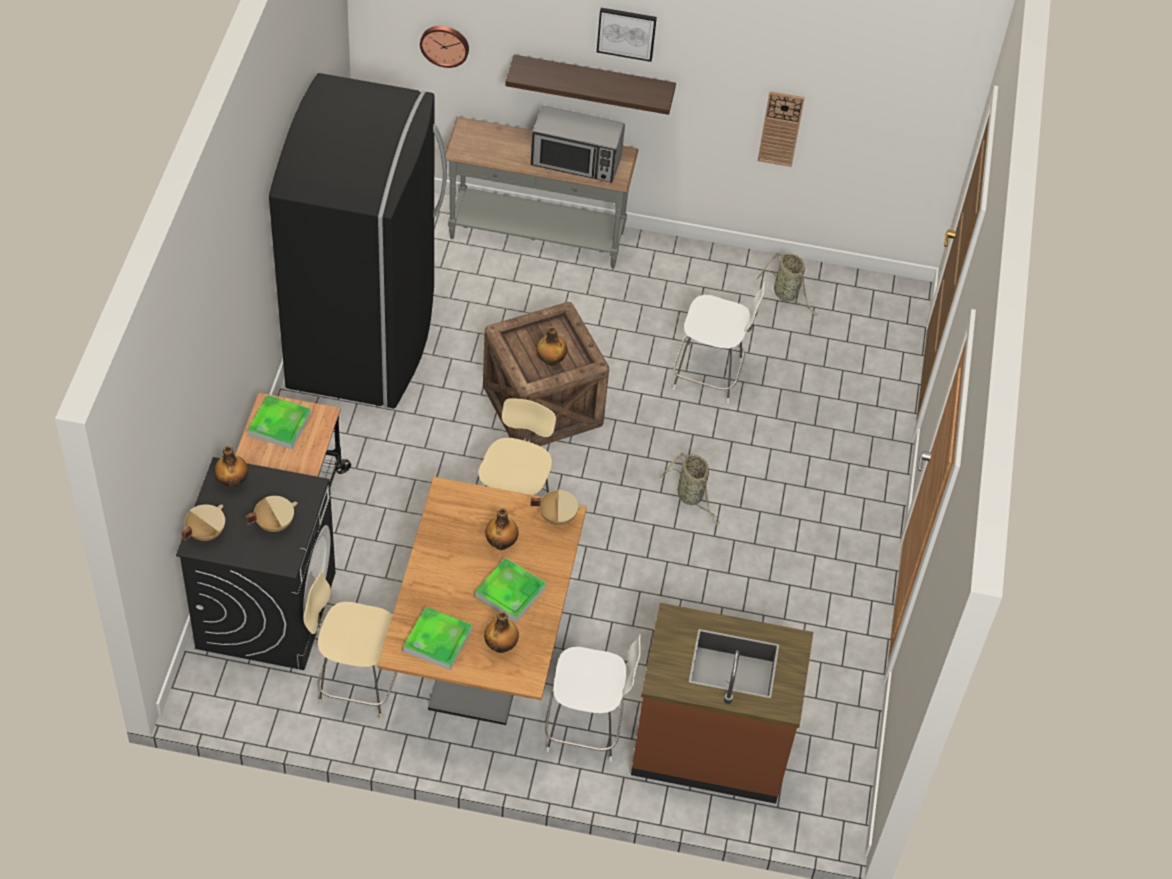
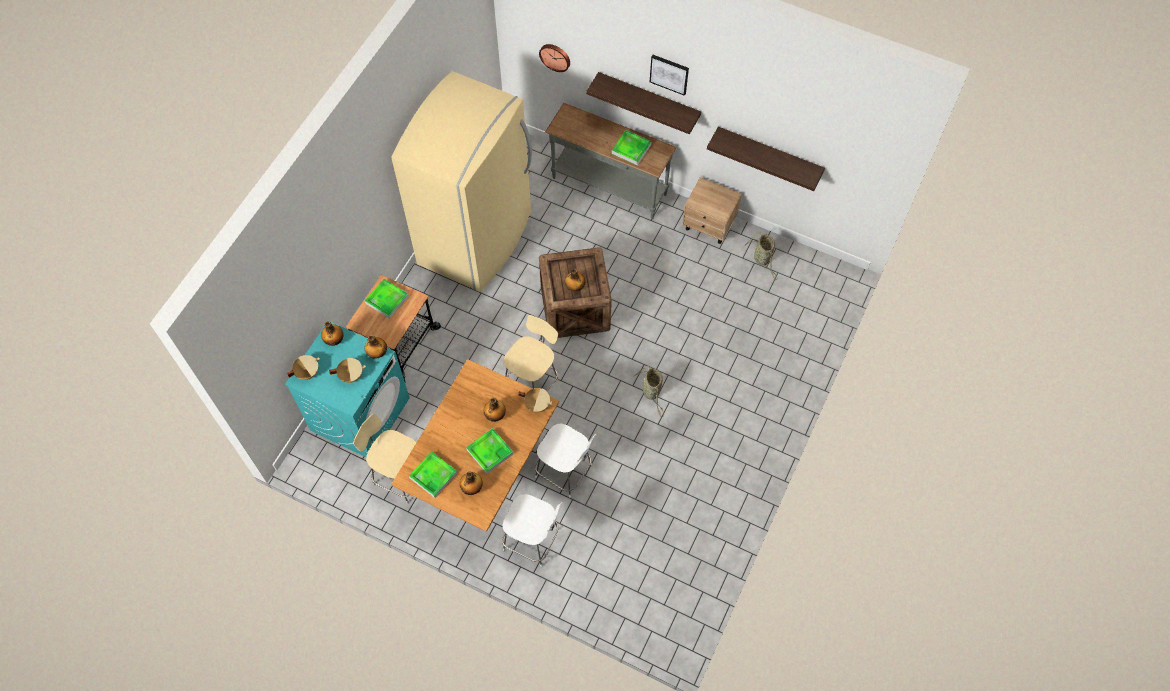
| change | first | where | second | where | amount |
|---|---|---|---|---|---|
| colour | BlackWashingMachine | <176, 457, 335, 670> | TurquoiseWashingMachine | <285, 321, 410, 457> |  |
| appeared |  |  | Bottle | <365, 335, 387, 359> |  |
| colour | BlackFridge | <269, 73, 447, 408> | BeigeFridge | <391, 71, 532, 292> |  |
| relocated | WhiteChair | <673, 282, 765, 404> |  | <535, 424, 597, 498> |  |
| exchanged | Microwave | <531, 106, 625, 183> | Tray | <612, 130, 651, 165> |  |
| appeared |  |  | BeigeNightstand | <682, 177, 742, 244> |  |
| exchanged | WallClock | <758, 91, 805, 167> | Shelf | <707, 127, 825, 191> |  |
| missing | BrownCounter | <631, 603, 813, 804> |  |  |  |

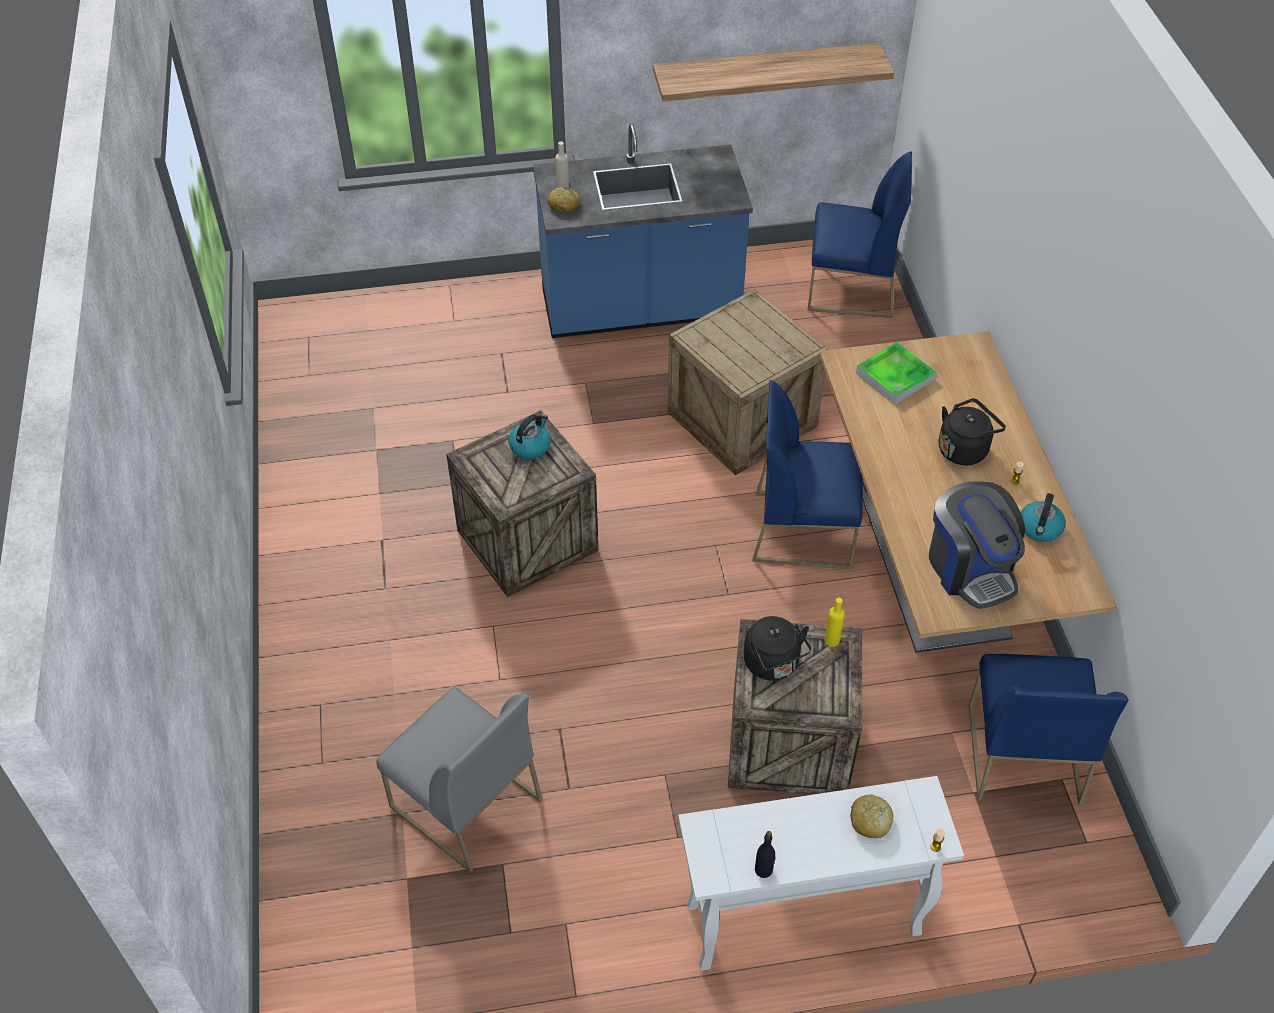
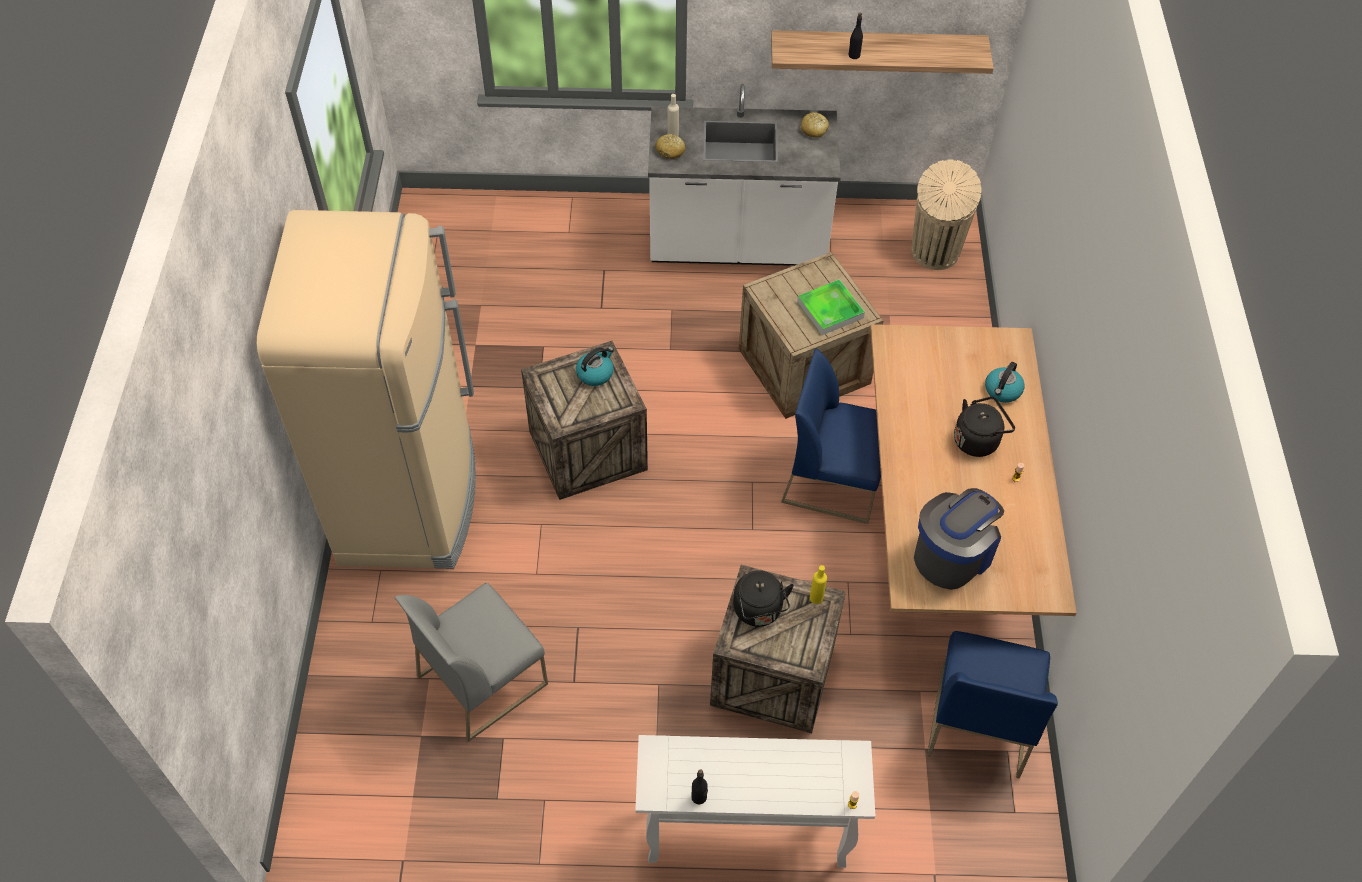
| change | first | where | second | where | amount |
|---|---|---|---|---|---|
| appeared |  |  | BeigeFridge | <257, 210, 476, 569> |  |
| spun | GreyChair | <376, 687, 543, 873> |  | <394, 583, 548, 742> | 90 degrees clockwise |
| colour | BlueCounter | <533, 124, 753, 338> | WhiteCounter | <648, 84, 841, 266> |  |
| relocated | Tray | <856, 342, 937, 405> |  | <797, 279, 865, 335> |  |
| relocated | Bread | <850, 794, 894, 838> |  | <801, 112, 829, 138> |  |
| appeared |  |  | BlackBottle | <848, 13, 863, 59> |  |
| exchanged | BlueChair | <808, 152, 912, 318> | BeigeTrashCan | <911, 159, 981, 270> |  |
| spun | CoffeeMachine | <929, 481, 1025, 609> |  | <914, 488, 1004, 590> | 120 degrees counterclockwise |
| relocated | Kettle | <1021, 493, 1066, 542> |  | <985, 362, 1025, 403> |  |

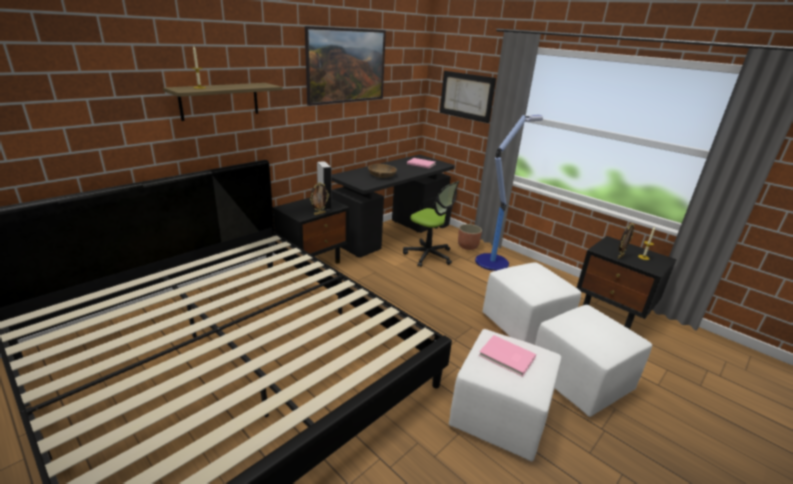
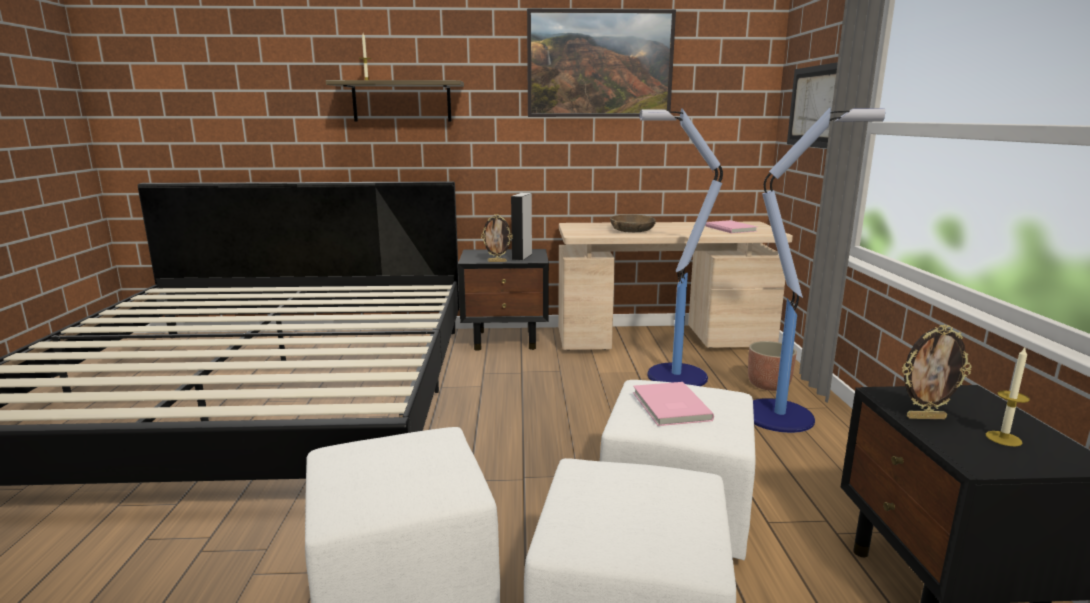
| change | first | where | second | where | amount |
|---|---|---|---|---|---|
| colour | BlackDesk | <331, 155, 455, 258> | BeigeDesk | <558, 222, 793, 350> |  |
| relocated | PinkBook | <478, 335, 536, 377> |  | <633, 382, 714, 426> |  |
| exchanged | OfficeChair | <403, 181, 460, 267> | FloorLamp | <640, 108, 723, 386> |  |

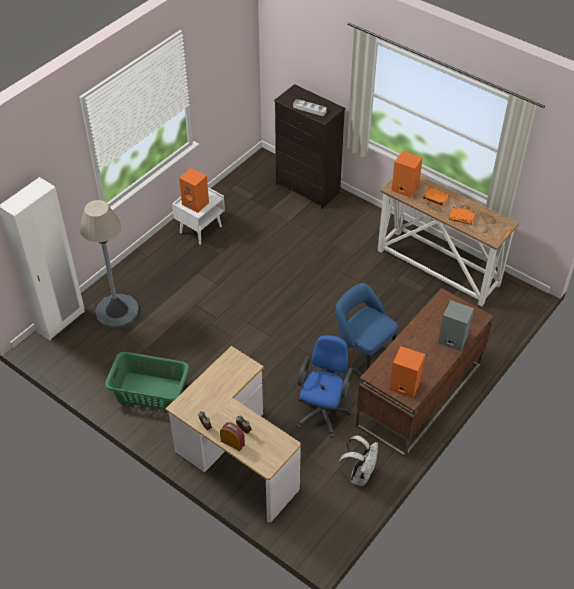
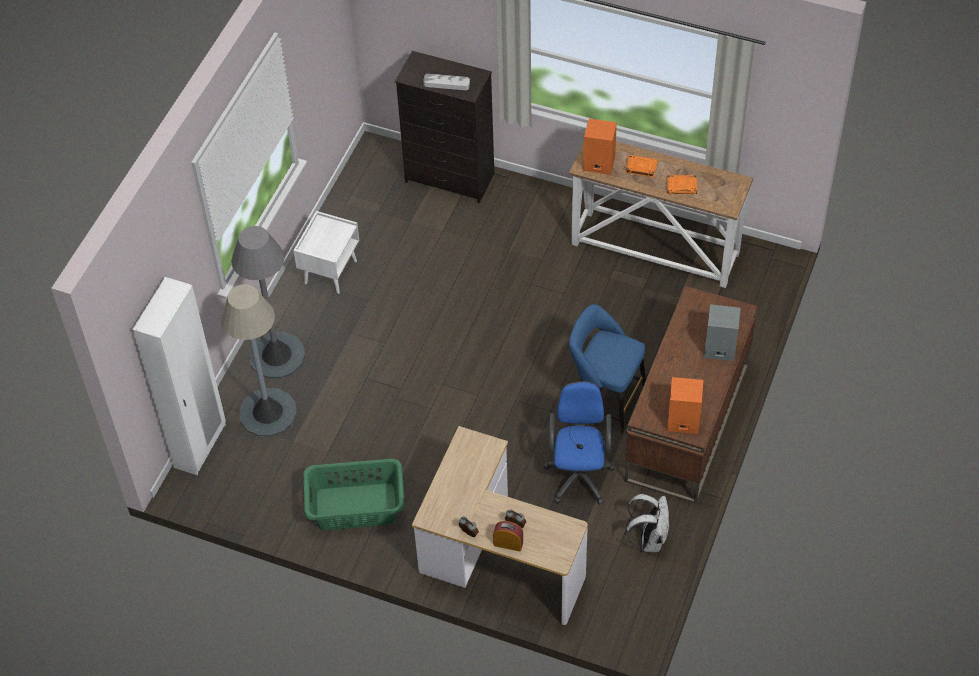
| change | first | where | second | where | amount |
|---|---|---|---|---|---|
| appeared |  |  | GreyFloorLamp | <231, 226, 305, 379> |  |
| missing | OrangeSpeaker | <179, 168, 209, 213> |  |  |  |

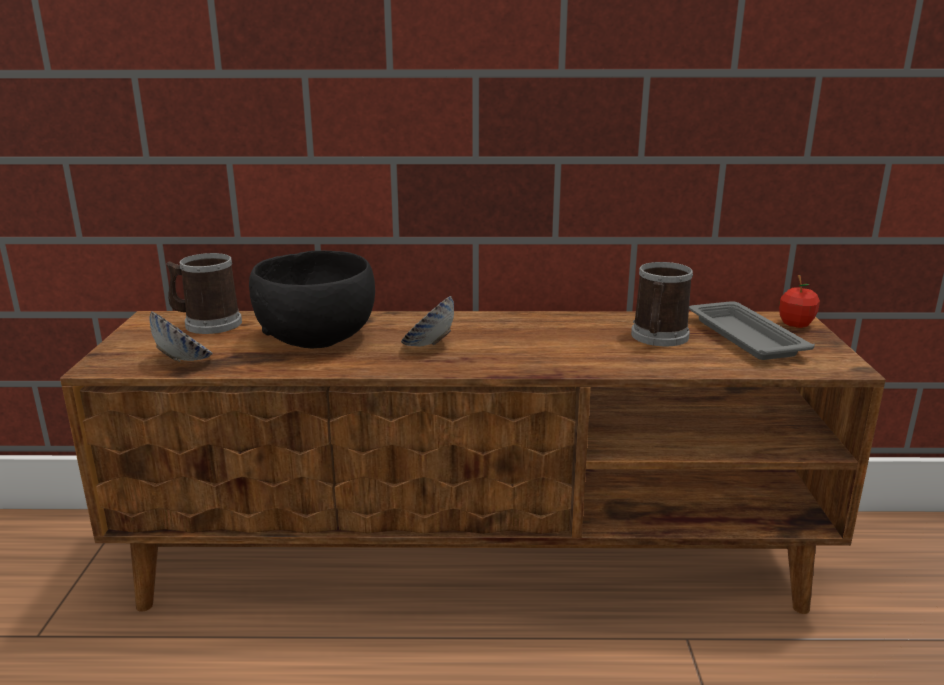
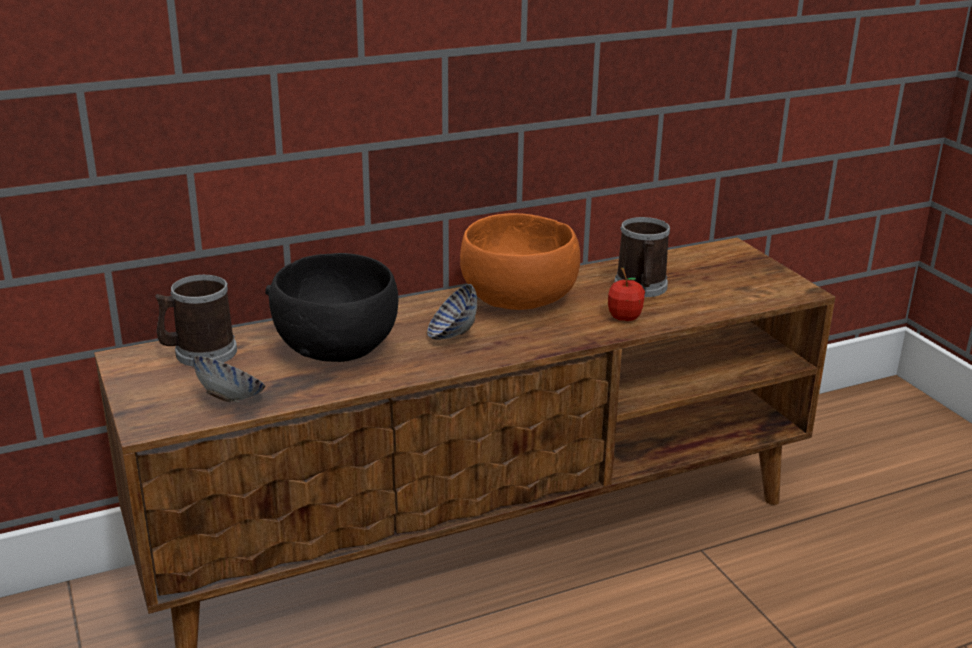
| change | first | where | second | where | amount |
|---|---|---|---|---|---|
| appeared |  |  | OrangeBowl | <460, 213, 580, 310> |  |
| relocated | Apple | <779, 275, 820, 328> |  | <608, 268, 645, 321> |  |
| missing | GreyTray | <689, 301, 815, 360> |  |  |  |

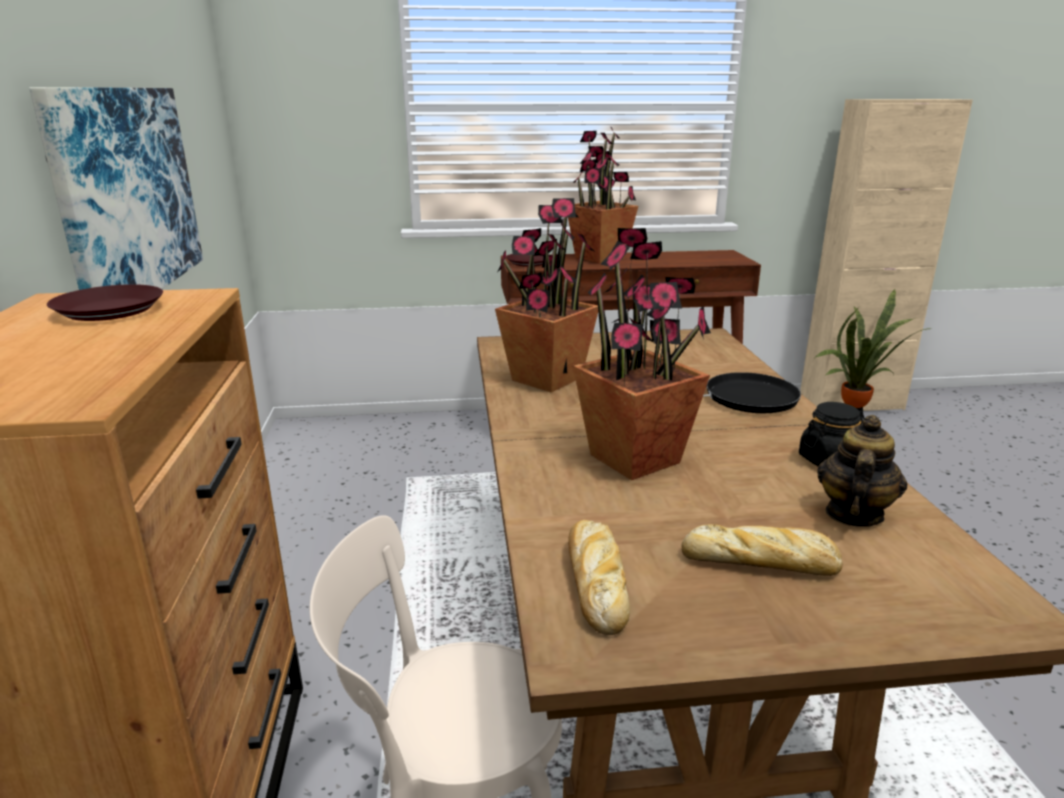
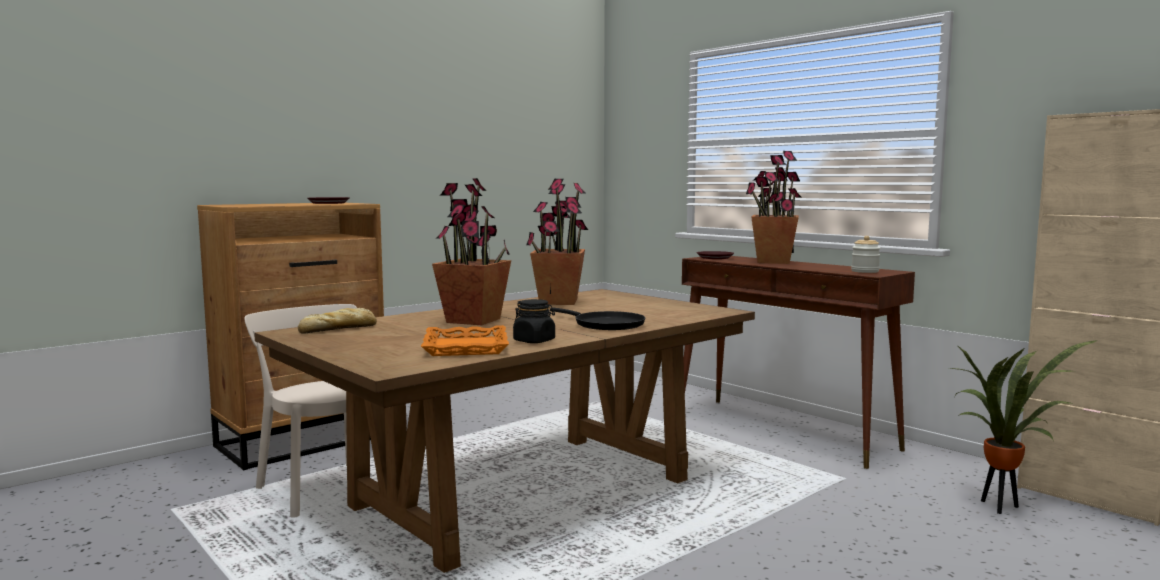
| change | first | where | second | where | amount |
|---|---|---|---|---|---|
| exchanged | Teapot | <817, 415, 907, 527> | OrangeTray | <421, 325, 509, 356> |  |
| appeared |  |  | Jar | <851, 236, 880, 273> |  |
| missing | Picture | <29, 87, 203, 290> |  |  |  |
| missing | Bread | <682, 524, 843, 576> |  |  |  |

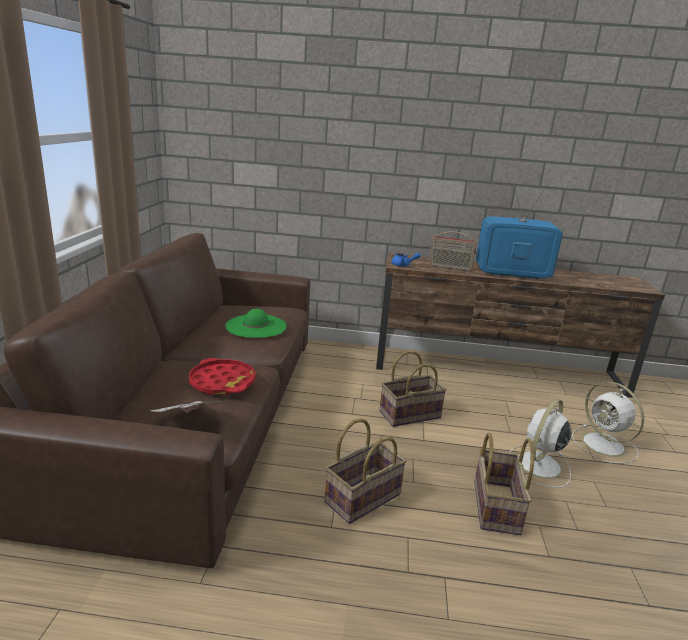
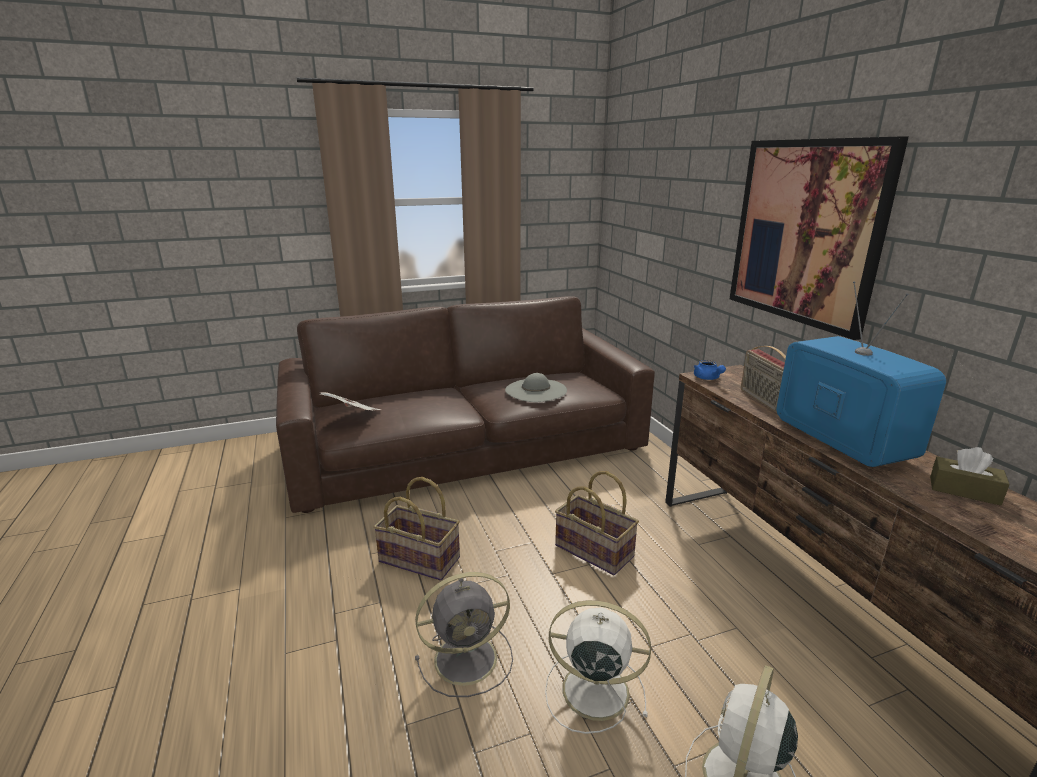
| change | first | where | second | where | amount |
|---|---|---|---|---|---|
| exchanged | Basket | <474, 433, 534, 535> | GreyFan | <415, 572, 513, 697> |  |
| colour | GreenHat | <225, 309, 287, 338> | GreyHat | <505, 373, 567, 402> |  |
| appeared |  |  | Picture | <730, 136, 908, 340> |  |
| appeared |  |  | BrownTissueBox | <930, 447, 1010, 506> |  |
| missing | RedTray | <189, 358, 256, 395> |  |  |  |

